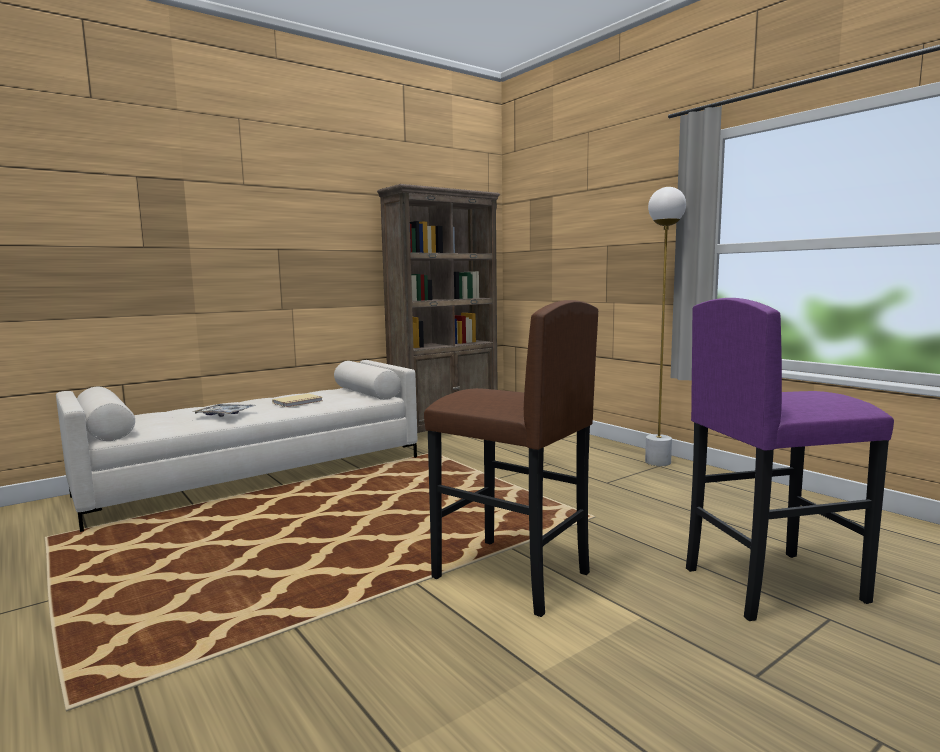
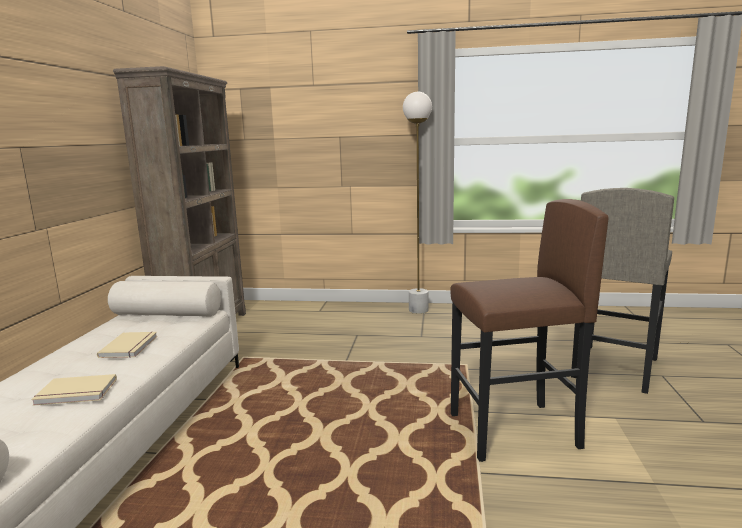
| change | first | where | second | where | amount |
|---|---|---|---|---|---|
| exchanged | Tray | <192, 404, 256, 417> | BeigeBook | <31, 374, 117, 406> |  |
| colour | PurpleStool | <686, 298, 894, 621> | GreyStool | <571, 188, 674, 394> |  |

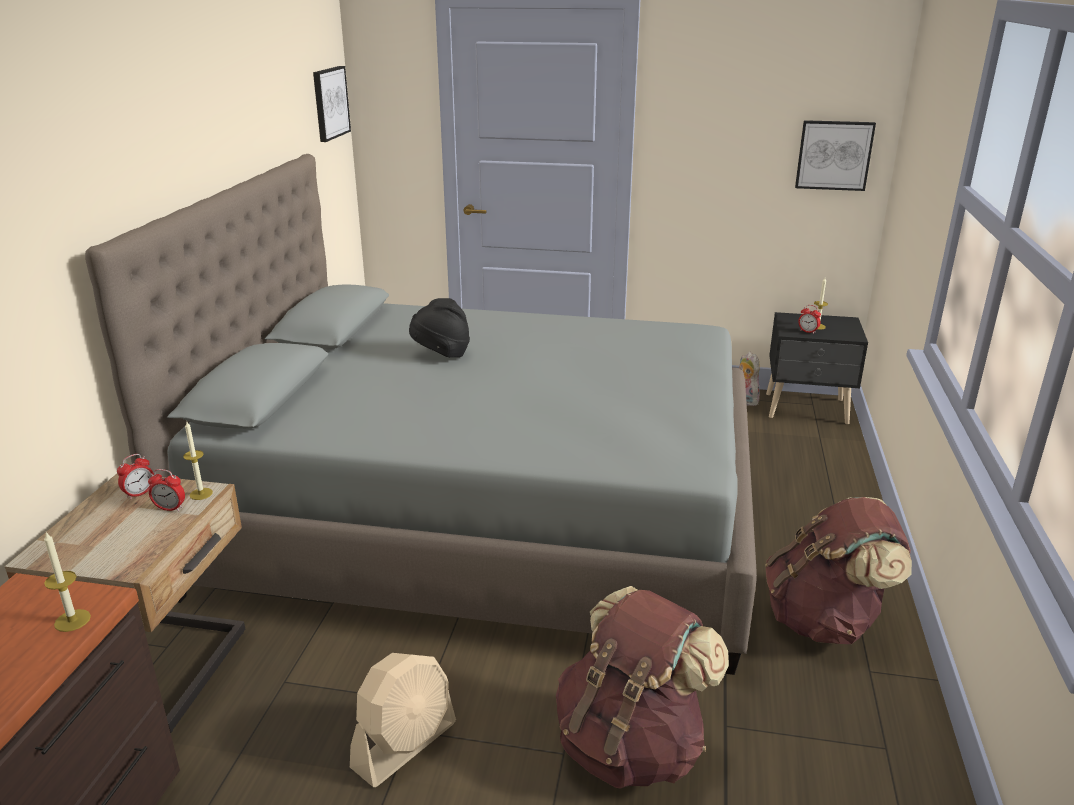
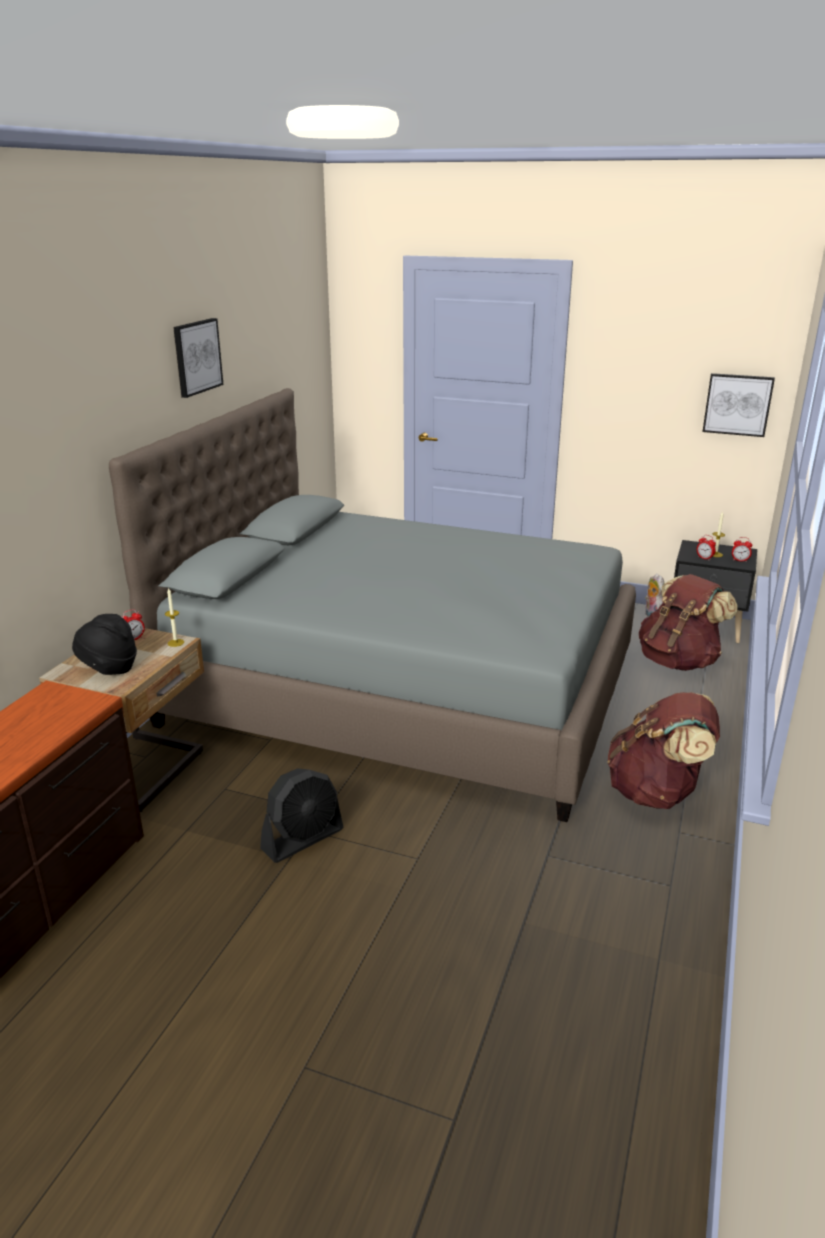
| change | first | where | second | where | amount |
|---|---|---|---|---|---|
| relocated | BlackHat | <409, 298, 470, 357> |  | <72, 614, 137, 675> |  |
| relocated | Picture | <313, 66, 351, 142> |  | <173, 318, 223, 398> |  |
| colour | BeigeFan | <350, 653, 456, 787> | BlackFan | <260, 768, 343, 863> |  |
| relocated | BrownBackpack | <556, 586, 729, 788> |  | <639, 574, 738, 671> |  |
| relocated | AlarmClock | <148, 469, 185, 512> |  | <732, 537, 752, 562> |  |
| missing | Candle | <44, 532, 91, 632> |  |  |  |

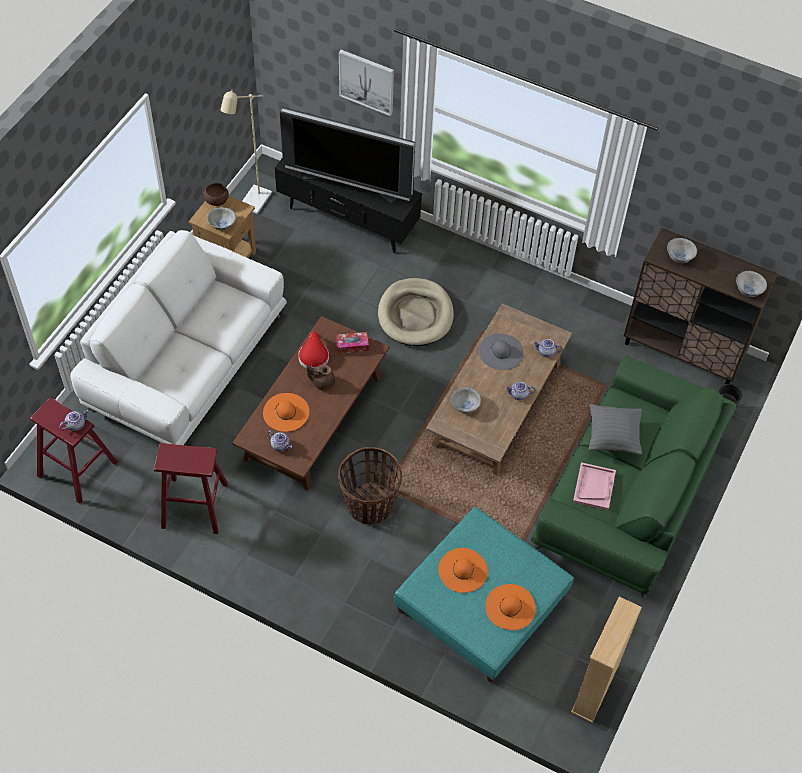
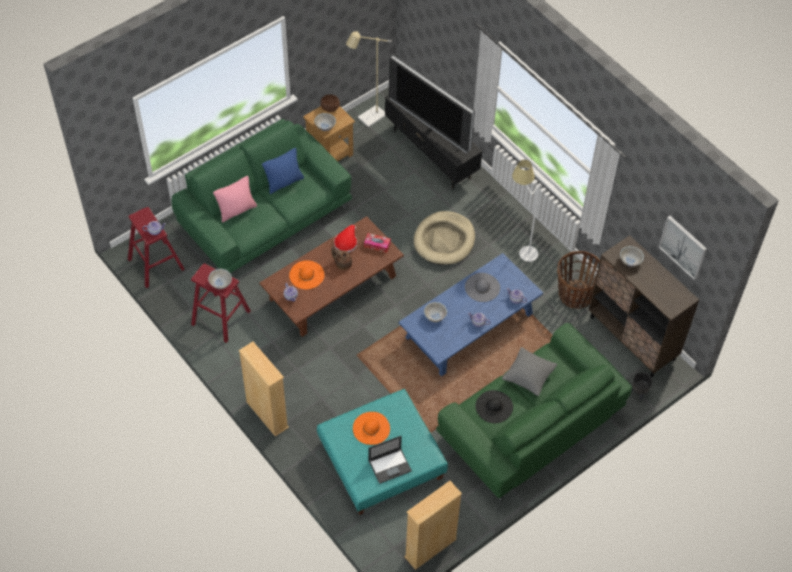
| change | first | where | second | where | amount |
|---|---|---|---|---|---|
| colour | WhiteSofa | <70, 230, 287, 445> | GreenSofa | <171, 119, 352, 274> |  |
| relocated | WhiteBowl | <736, 271, 767, 297> |  | <208, 269, 232, 289> |  |
| appeared |  |  | PinkPillow | <213, 176, 257, 222> |  |
| appeared |  |  | BeigeBookcase | <239, 342, 289, 437> |  |
| appeared |  |  | BluePillow | <262, 148, 304, 194> |  |
| exchanged | OrangeHat | <486, 584, 536, 630> | Laptop | <368, 436, 412, 484> |  |
| colour | BrownCoffeeTable | <426, 304, 572, 476> | BlueCoffeeTable | <399, 253, 543, 376> |  |
| exchanged | PinkTray | <573, 462, 616, 510> | BlackHat | <475, 390, 513, 423> |  |
| appeared |  |  | WhiteFloorLamp | <512, 160, 541, 262> |  |
| relocated | Basket | <338, 447, 402, 524> |  | <557, 251, 600, 309> |  |
| relocated | Picture | <339, 50, 394, 116> |  | <659, 216, 707, 280> |  |

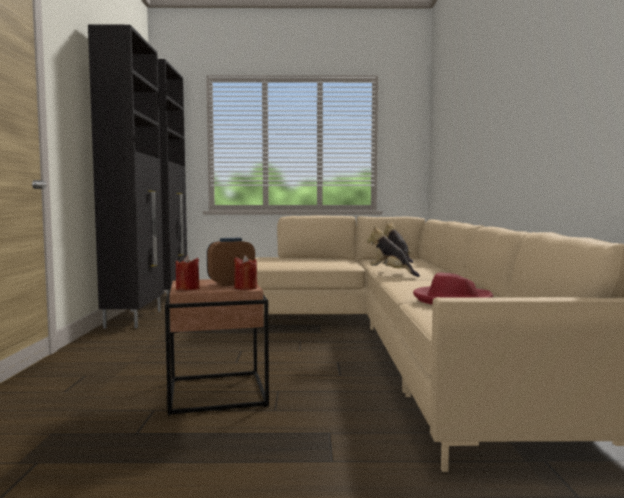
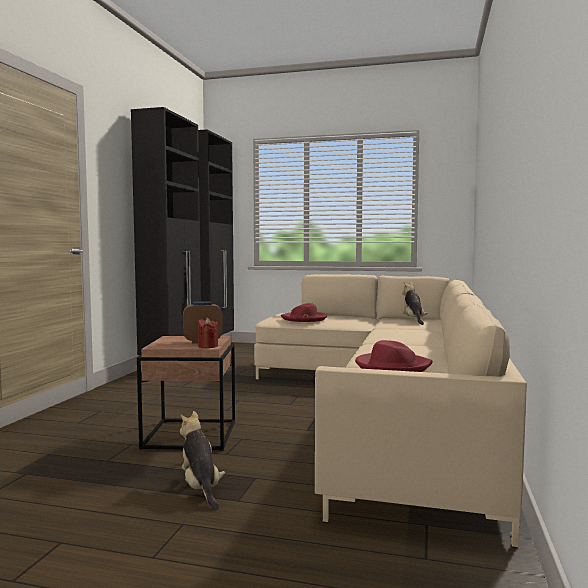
| change | first | where | second | where | amount |
|---|---|---|---|---|---|
| relocated | PlushToy | <367, 227, 420, 277> |  | <180, 411, 225, 510> |  |
| appeared |  |  | RedHat | <281, 303, 327, 322> |  |
| missing | RedCandle | <176, 255, 200, 290> |  |  |  |

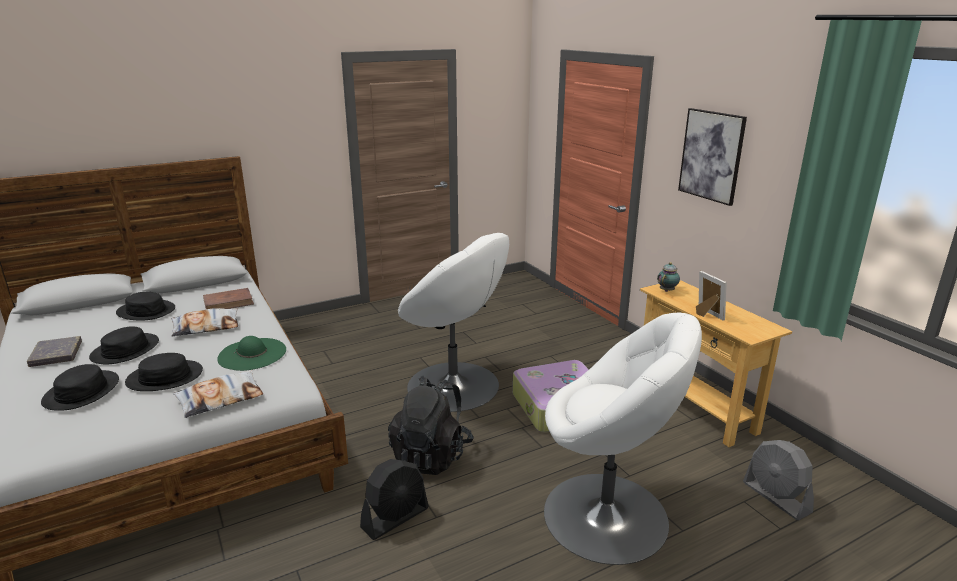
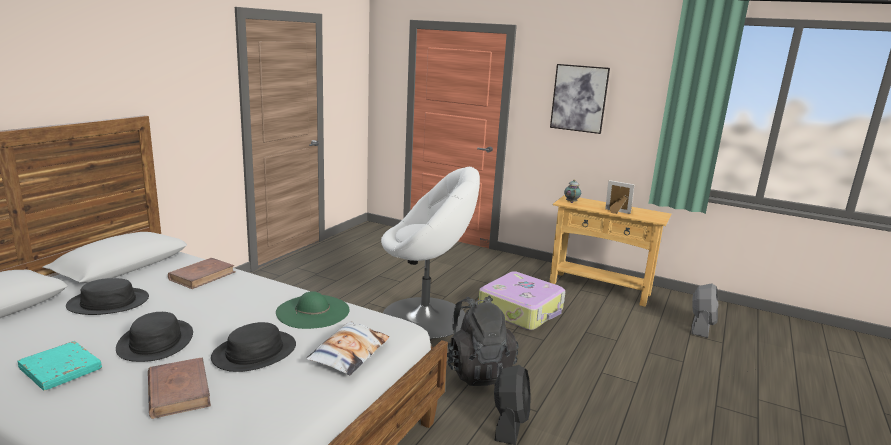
| change | first | where | second | where | amount |
|---|---|---|---|---|---|
| colour | GreyBook | <27, 336, 82, 367> | TurquoiseBook | <18, 341, 102, 391> |  |
| exchanged | BlackHat | <41, 364, 119, 411> | BrownBook | <148, 357, 211, 419> |  |
| spun | GreyFan | <743, 440, 814, 520> |  | <691, 284, 718, 338> | 90 degrees counterclockwise |
| missing | Pillow | <171, 308, 238, 337> |  |  |  |
| missing | WhiteArmchair | <544, 312, 702, 565> |  |  |  |

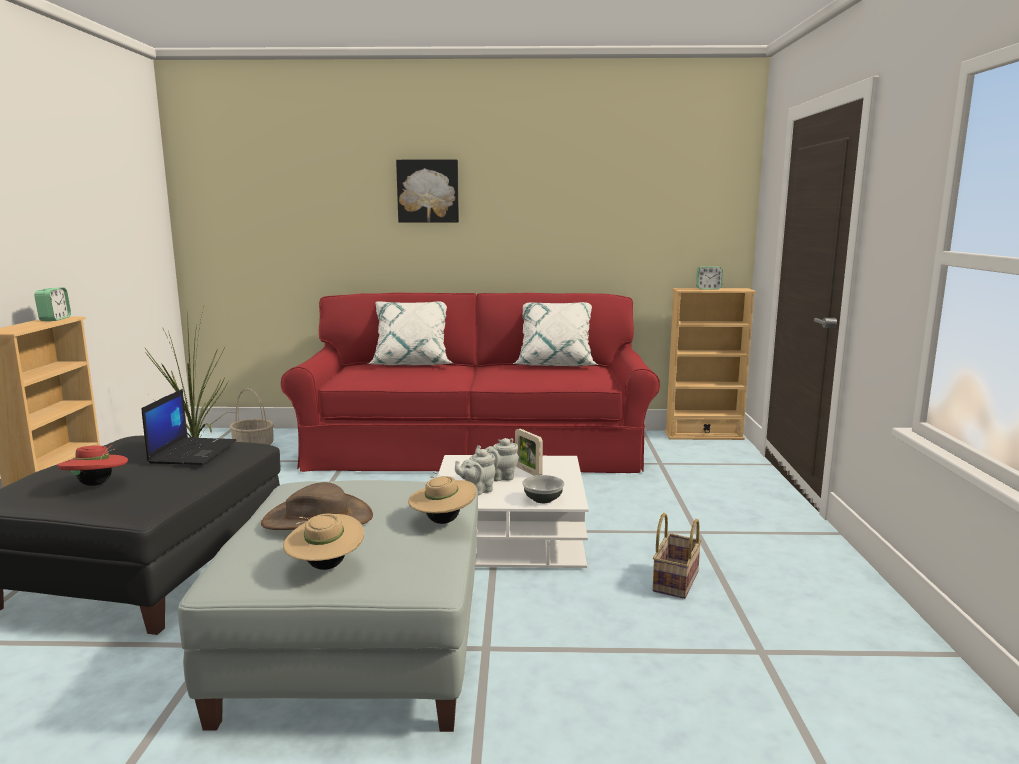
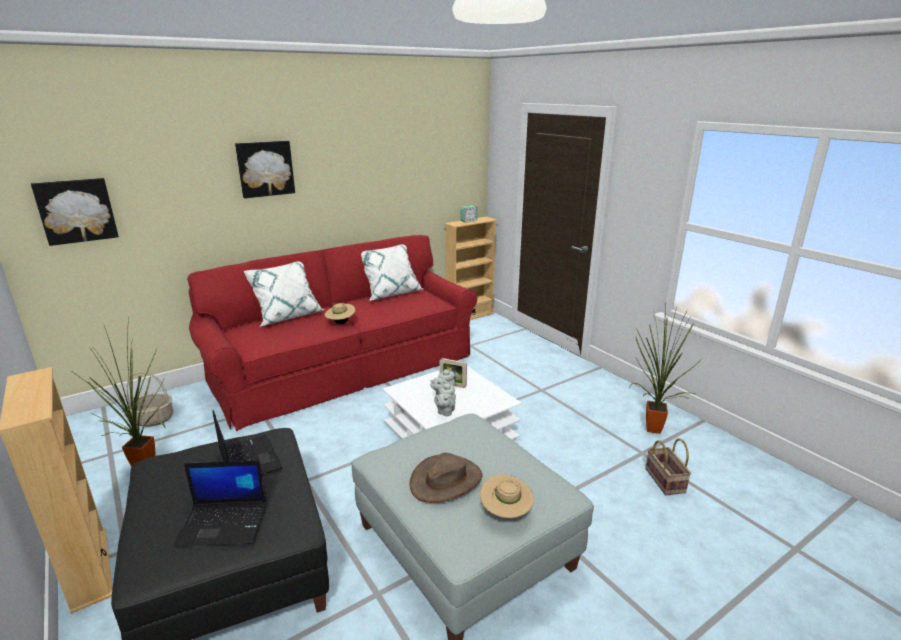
| change | first | where | second | where | amount |
|---|---|---|---|---|---|
| appeared |  |  | Picture | <31, 178, 119, 246> |  |
| exchanged | RedHat | <57, 445, 128, 486> | Laptop | <173, 460, 267, 547> |  |
| relocated | BeigeHat | <408, 472, 477, 524> |  | <325, 303, 355, 324> |  |
| appeared |  |  | PottedPlant | <630, 308, 703, 434> |  |
| relocated | Basket | <652, 513, 702, 599> |  | <645, 438, 691, 495> |  |
| missing | AlarmClock | <34, 287, 71, 321> |  |  |  |
| missing | Bowl | <522, 475, 564, 503> |  |  |  |

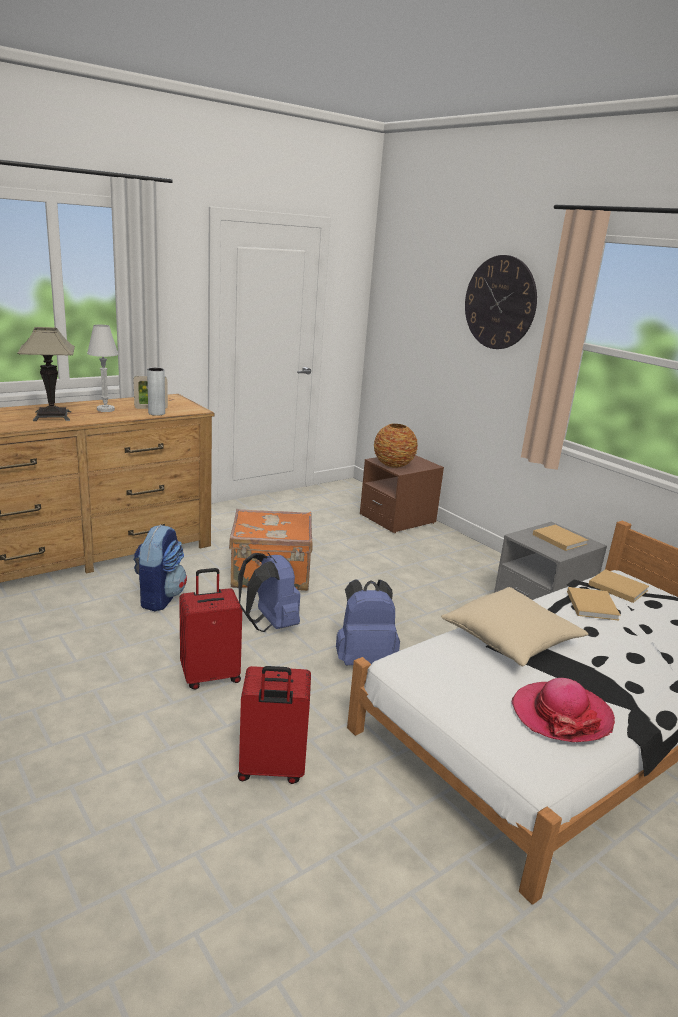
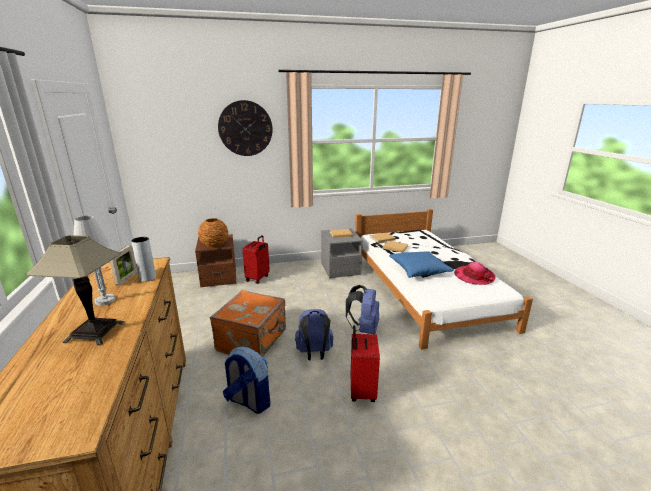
| change | first | where | second | where | amount |
|---|---|---|---|---|---|
| relocated | RedSuitcase | <238, 666, 311, 784> |  | <242, 235, 270, 284> |  |
| colour | BeigePillow | <441, 587, 588, 666> | BluePillow | <389, 252, 454, 278> |  |

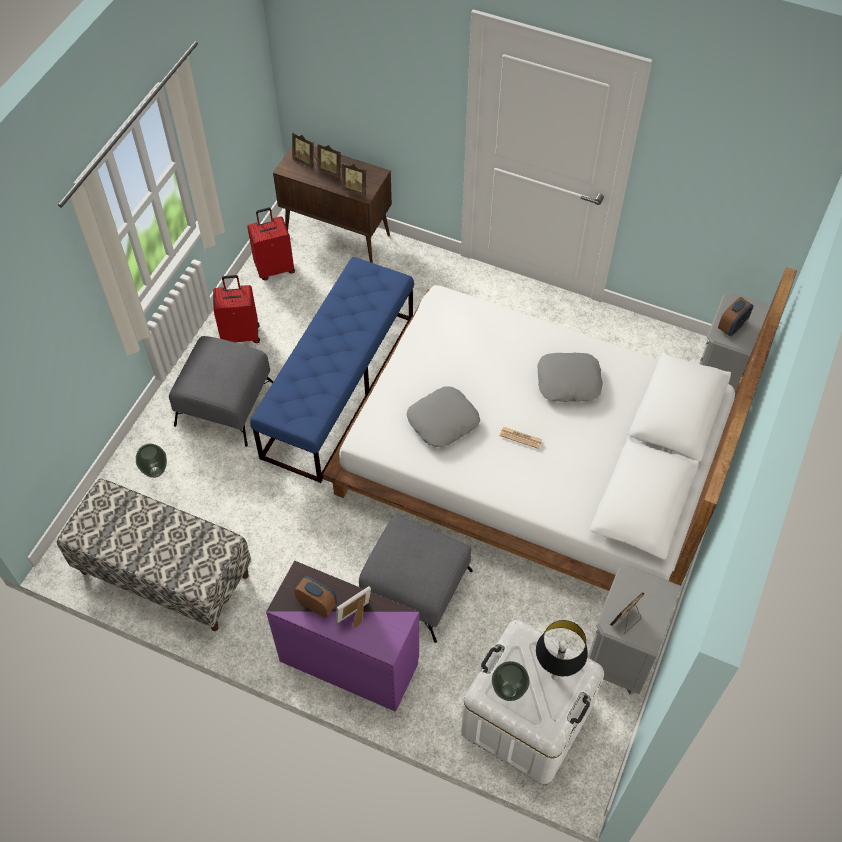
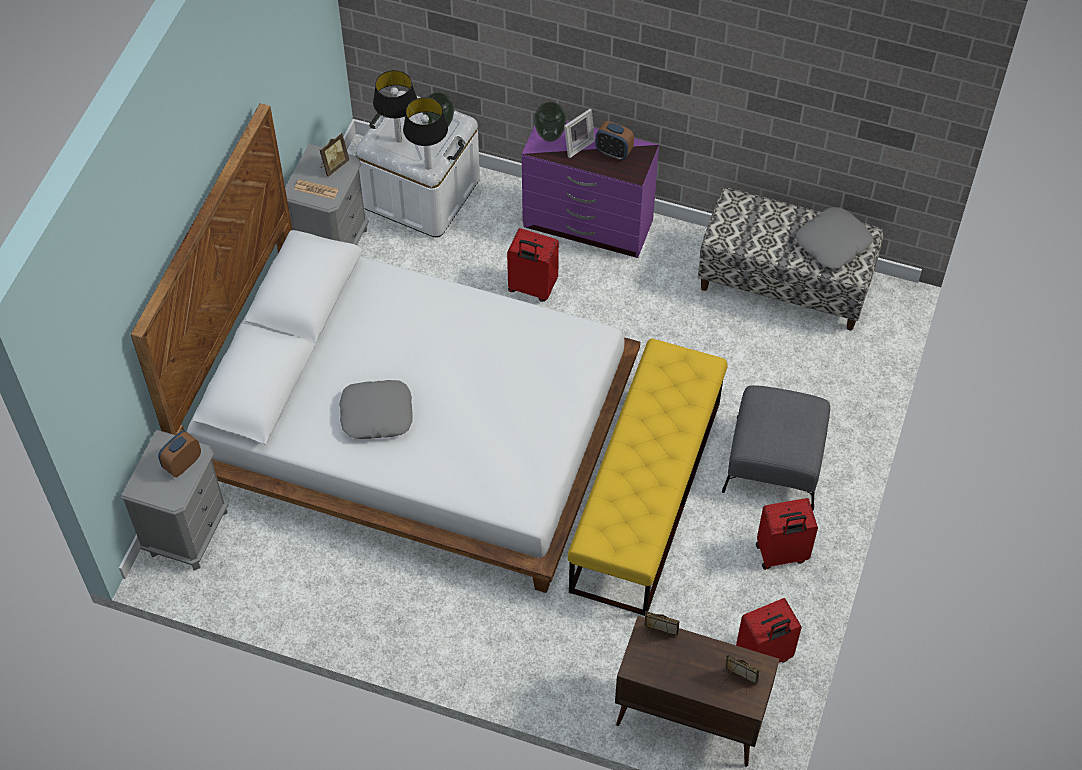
| change | first | where | second | where | amount |
|---|---|---|---|---|---|
| relocated | Newspaper | <500, 427, 542, 449> |  | <294, 179, 339, 199> |  |
| appeared |  |  | TableLamp | <403, 97, 448, 169> |  |
| exchanged | GreyOttoman | <359, 515, 473, 643> | RedSuitcase | <507, 228, 559, 302> |  |
| relocated | Vase | <136, 444, 167, 478> |  | <534, 102, 567, 142> |  |
| colour | BlueBench | <250, 257, 414, 483> | YellowBench | <568, 339, 728, 616> |  |
| relocated | GreyPillow | <406, 386, 480, 447> |  | <796, 207, 873, 269> |  |
| missing | PictureFrame | <317, 143, 342, 178> |  |  |  |

